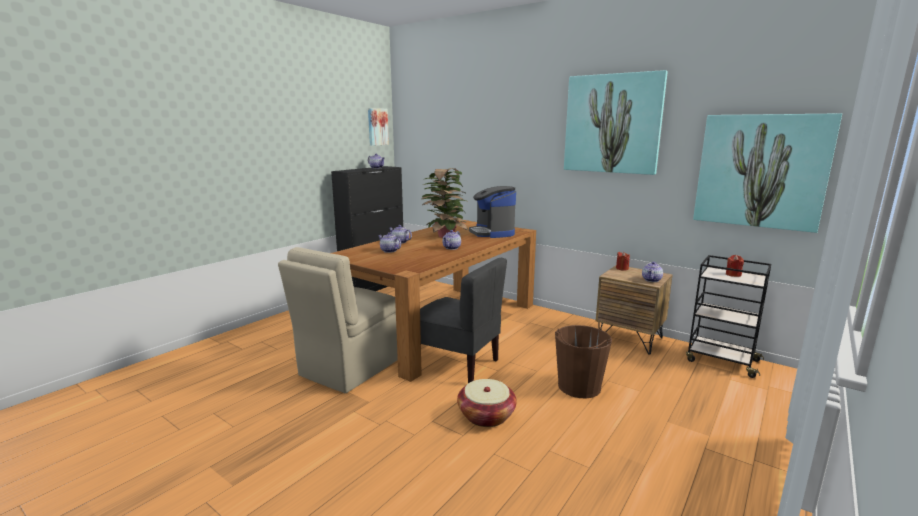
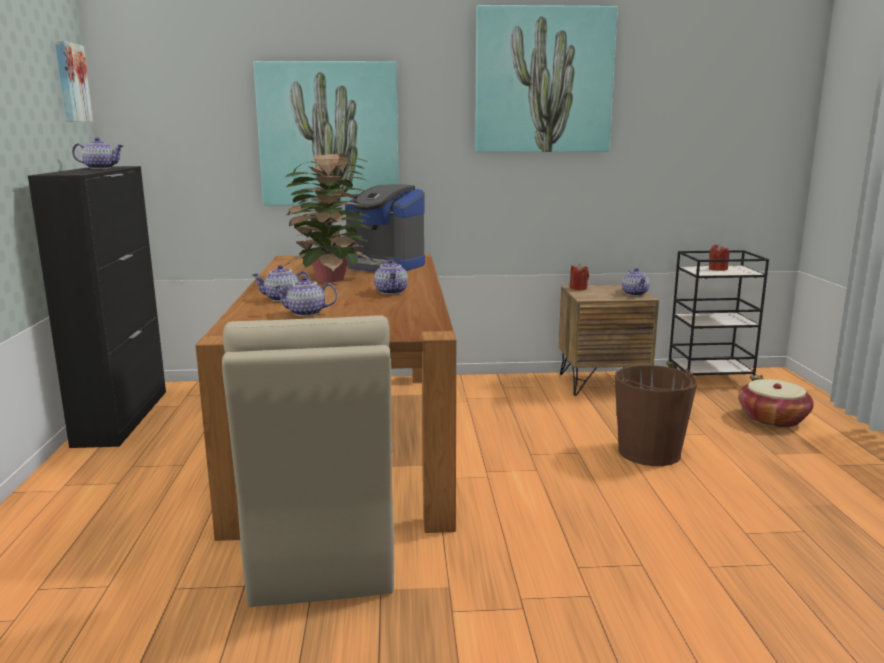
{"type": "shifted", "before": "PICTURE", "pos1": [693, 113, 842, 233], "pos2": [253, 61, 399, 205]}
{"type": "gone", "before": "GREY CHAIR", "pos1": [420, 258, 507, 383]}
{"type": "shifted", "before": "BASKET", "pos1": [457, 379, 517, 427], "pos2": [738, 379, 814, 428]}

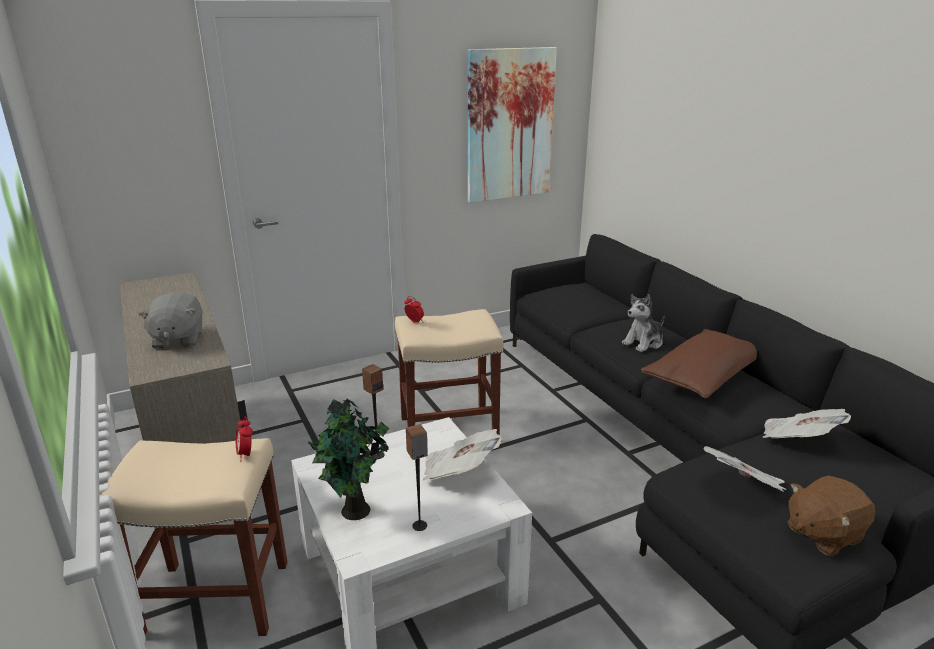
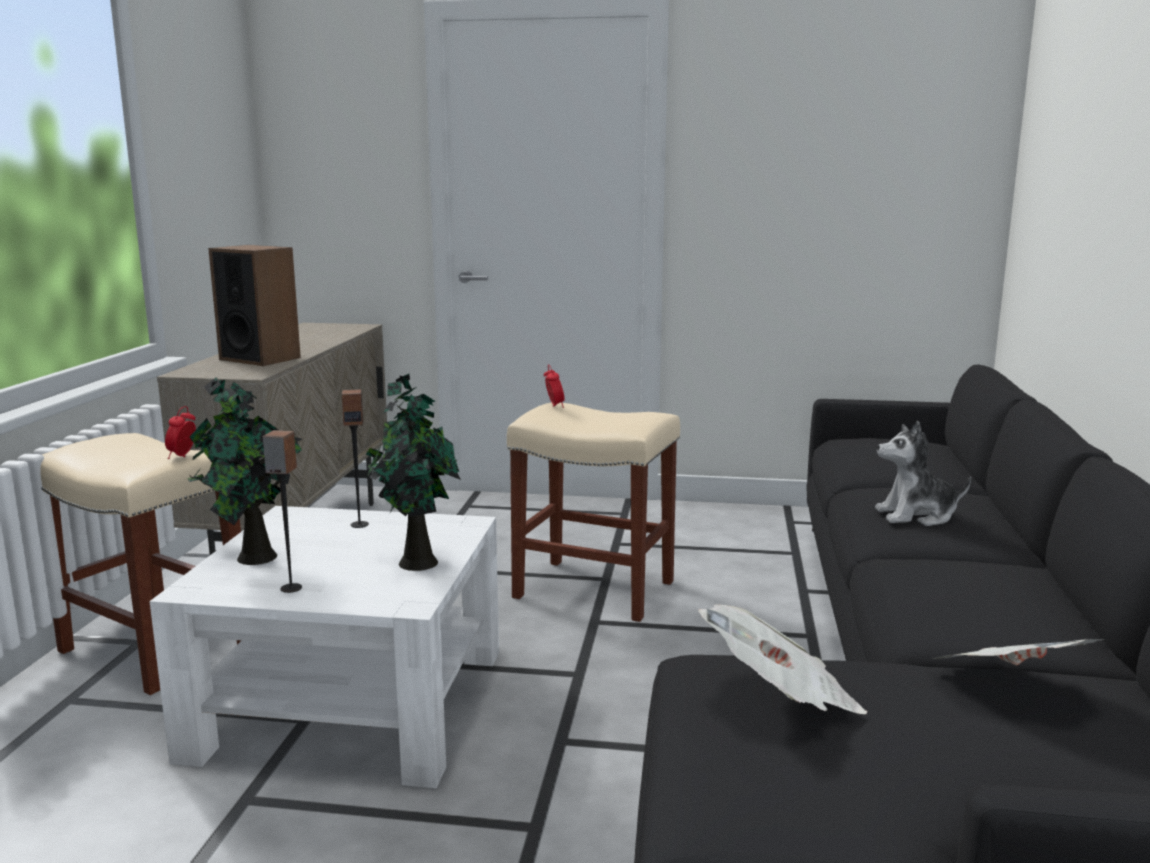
{"type": "gone", "before": "PICTURE", "pos1": [468, 47, 557, 203]}
{"type": "swapped", "before": "GREY PLUSH TOY", "after": "SPEAKER", "pos1": [138, 292, 202, 349], "pos2": [208, 245, 301, 366]}
{"type": "gone", "before": "BROWN PILLOW", "pos1": [641, 329, 757, 399]}
{"type": "swapped", "before": "NEWSPAPER", "after": "POTTED PLANT", "pos1": [423, 429, 502, 480], "pos2": [366, 374, 461, 571]}
{"type": "gone", "before": "BROWN PLUSH TOY", "pos1": [787, 475, 876, 556]}

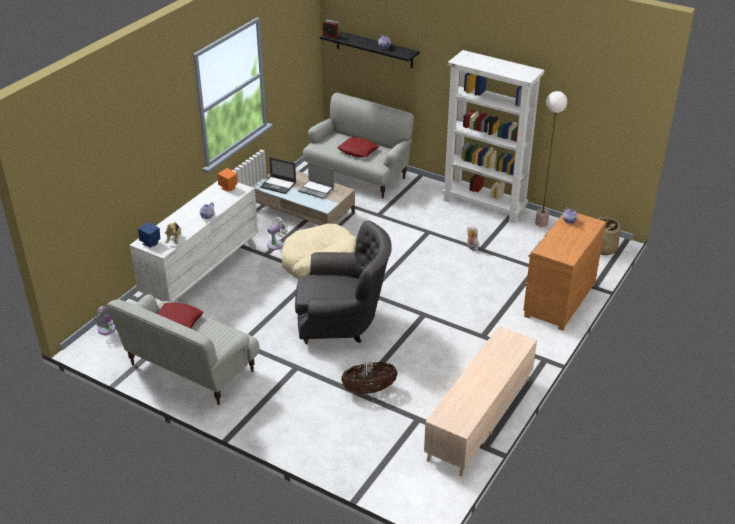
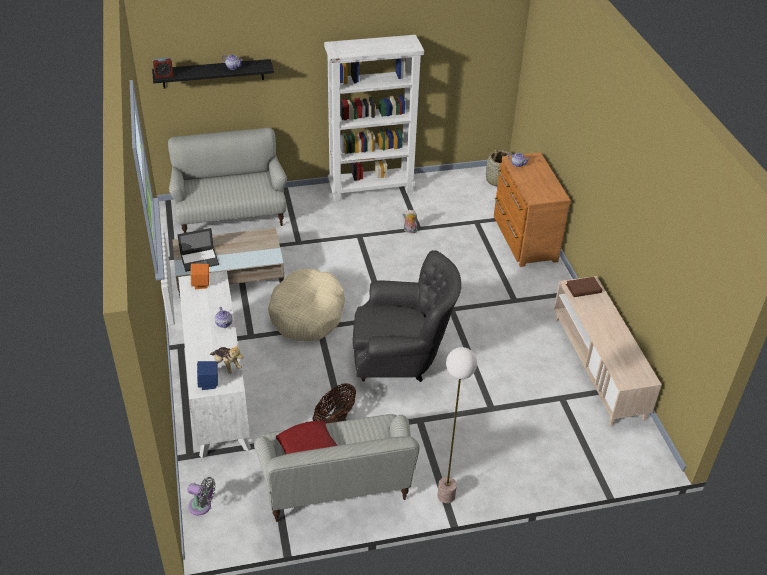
{"type": "shifted", "before": "FLOOR LAMP", "pos1": [535, 91, 567, 227], "pos2": [437, 347, 477, 503]}
{"type": "gone", "before": "RED PILLOW", "pos1": [337, 137, 379, 157]}
{"type": "gone", "before": "LAPTOP", "pos1": [298, 162, 334, 199]}
{"type": "gone", "before": "WHITE FAN", "pos1": [267, 217, 288, 250]}
{"type": "rotated", "before": "GREY ARMCHAIR", "pos1": [295, 221, 392, 344], "pos2": [353, 250, 461, 382], "turn": 45}
{"type": "shifted", "before": "BASKET", "pos1": [341, 362, 398, 394], "pos2": [312, 383, 356, 424]}
{"type": "new", "after": "BROWN BOOK", "pos2": [566, 277, 602, 297]}

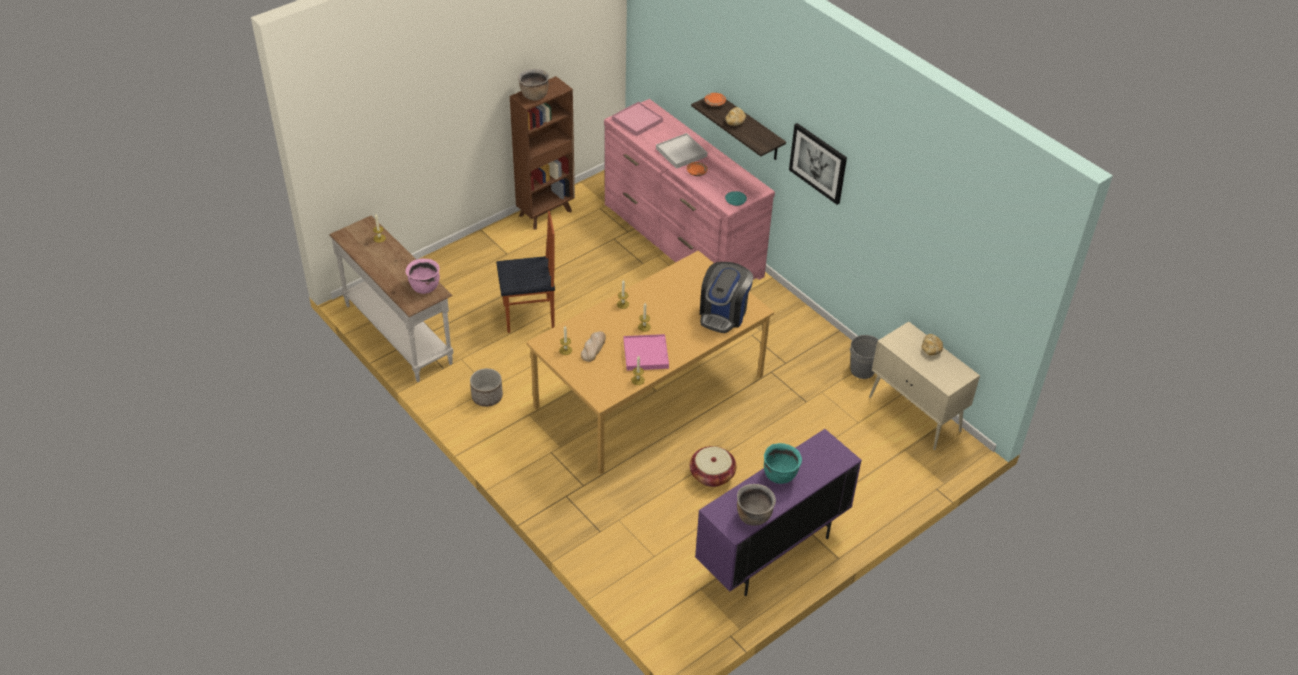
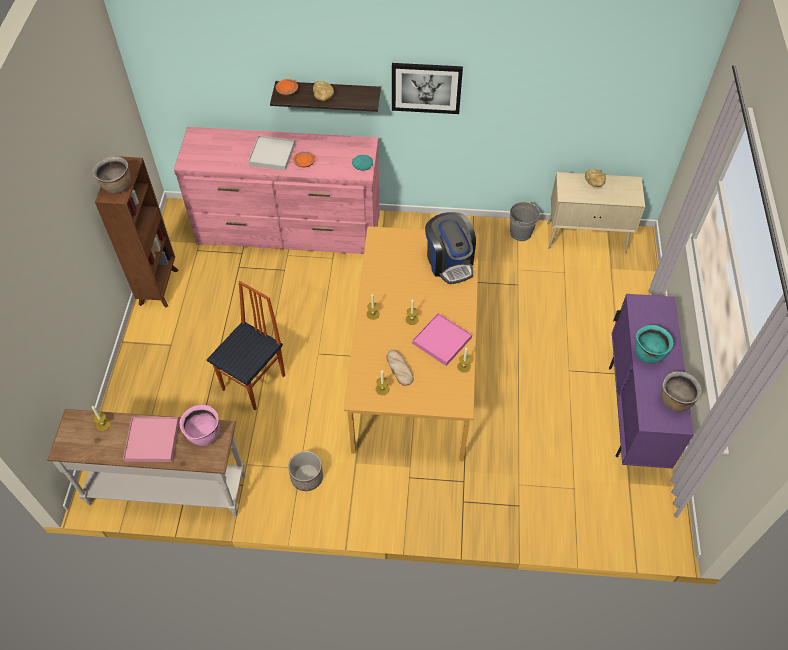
{"type": "shifted", "before": "PINK TRAY", "pos1": [612, 102, 663, 136], "pos2": [123, 417, 179, 462]}
{"type": "gone", "before": "BASKET", "pos1": [690, 446, 736, 487]}

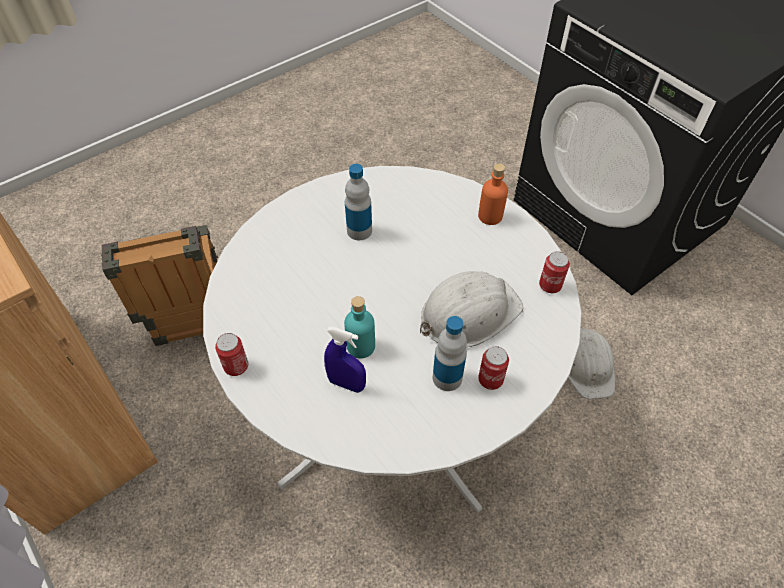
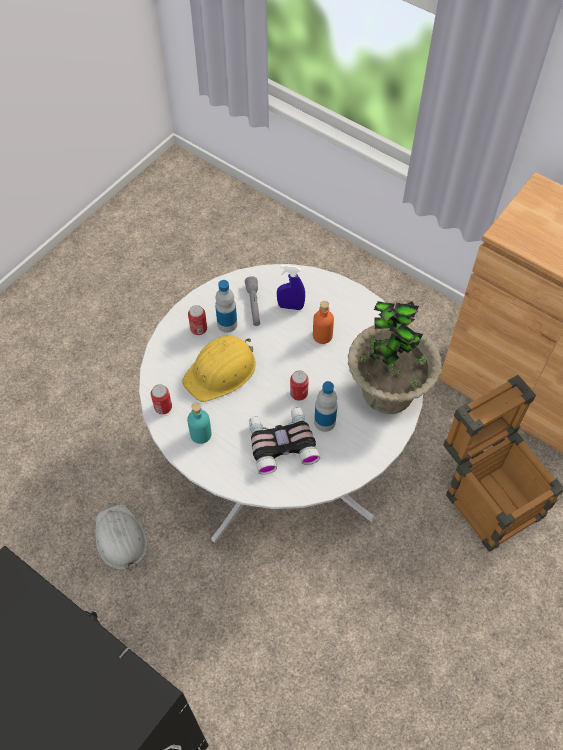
{"type": "shifted", "before": "ORANGE BOTTLE", "pos1": [478, 163, 508, 225], "pos2": [313, 301, 334, 344]}
{"type": "repainted", "before": "WHITE HARD HAT", "after": "YELLOW HARD HAT", "pos1": [420, 271, 523, 347], "pos2": [182, 336, 256, 402]}
{"type": "shifted", "before": "TURQUOISE BOTTLE", "pos1": [344, 296, 375, 359], "pos2": [187, 403, 212, 444]}
{"type": "shifted", "before": "CAN", "pos1": [215, 333, 248, 376], "pos2": [290, 371, 309, 401]}
{"type": "new", "after": "GREY FLASHLIGHT", "pos2": [245, 276, 260, 326]}
{"type": "new", "after": "POTTED PLANT", "pos2": [348, 301, 442, 414]}
{"type": "new", "after": "BINOCULARS", "pos2": [249, 407, 320, 475]}

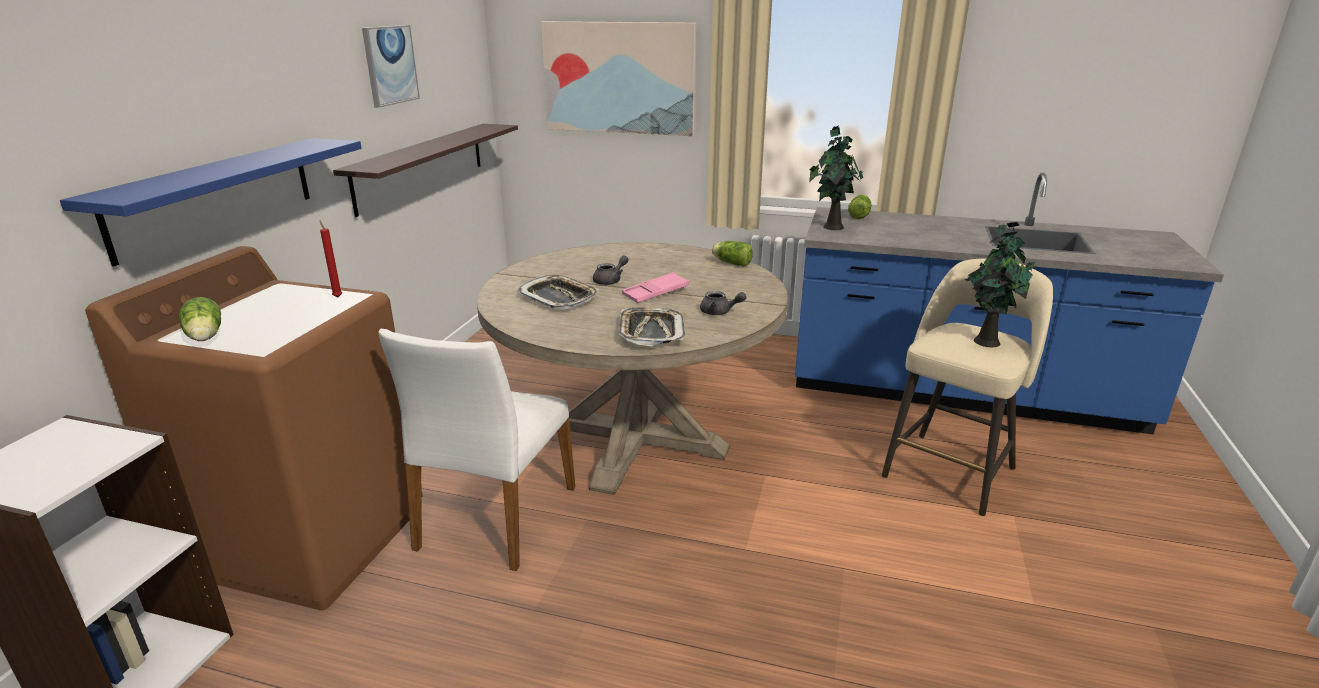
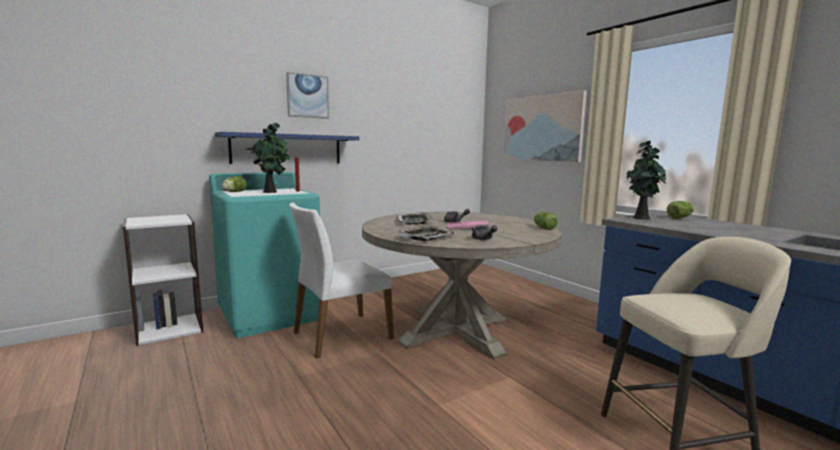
{"type": "shifted", "before": "PICTURE", "pos1": [362, 25, 420, 108], "pos2": [286, 72, 329, 119]}
{"type": "gone", "before": "SHELF", "pos1": [333, 124, 518, 217]}
{"type": "shifted", "before": "POTTED PLANT", "pos1": [965, 222, 1035, 347], "pos2": [246, 123, 290, 193]}
{"type": "repainted", "before": "BROWN WASHING MACHINE", "after": "TURQUOISE WASHING MACHINE", "pos1": [85, 246, 422, 610], "pos2": [209, 172, 320, 338]}

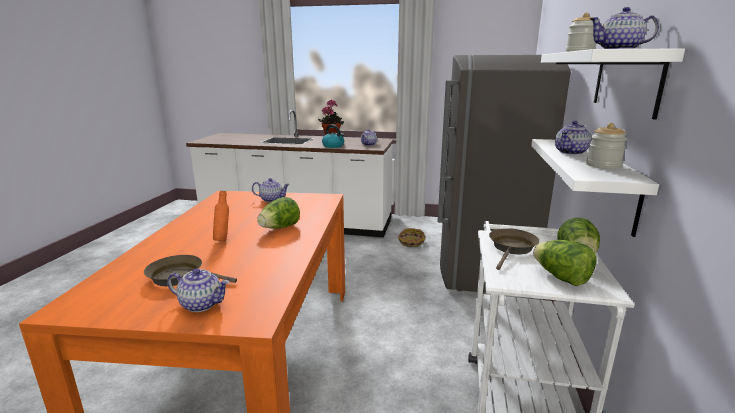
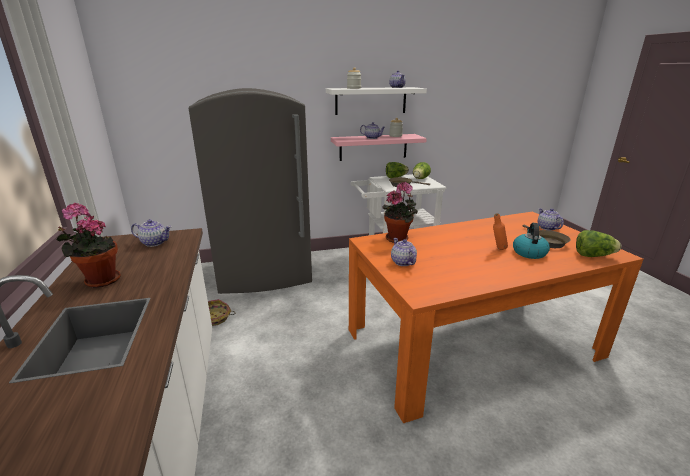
{"type": "shifted", "before": "KETTLE", "pos1": [322, 125, 344, 148], "pos2": [513, 223, 550, 259]}
{"type": "repainted", "before": "WHITE SHELF", "after": "PINK SHELF", "pos1": [531, 139, 659, 237], "pos2": [331, 134, 427, 161]}
{"type": "shifted", "before": "LETTUCE", "pos1": [257, 197, 300, 229], "pos2": [576, 230, 621, 257]}
{"type": "new", "after": "POTTED PLANT", "pos2": [382, 182, 418, 243]}

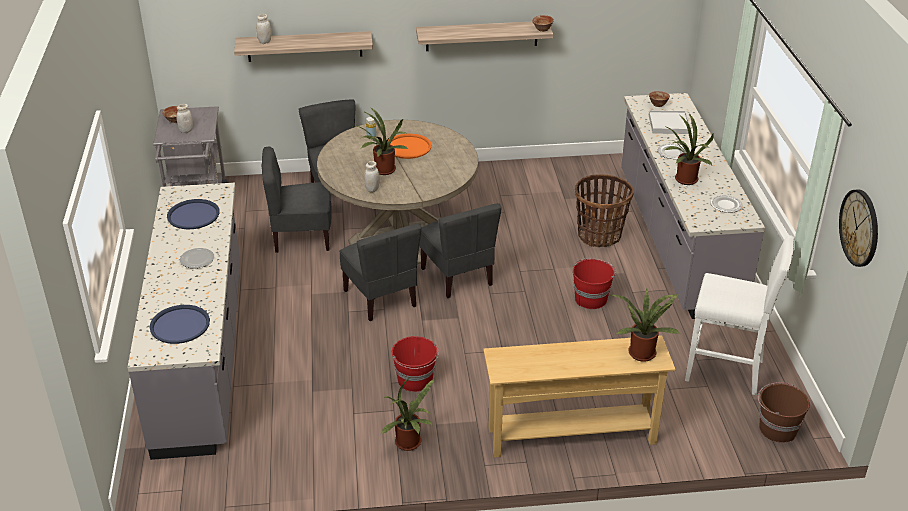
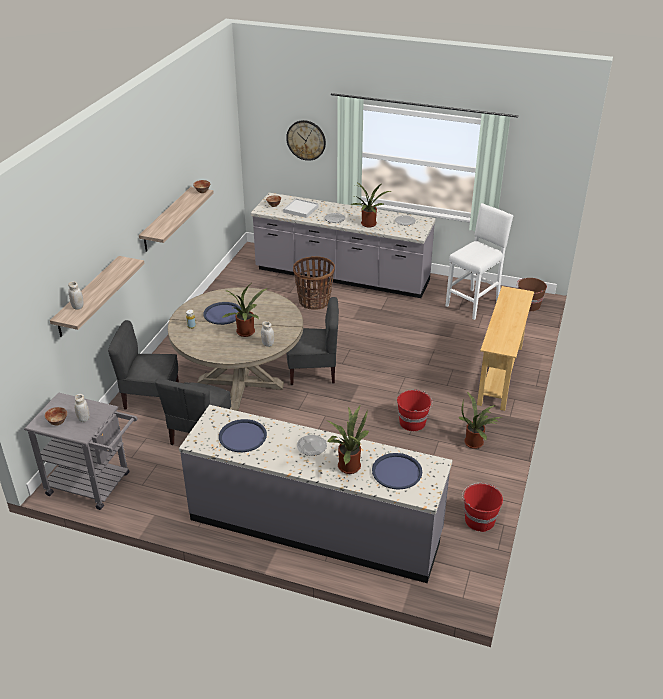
{"type": "repainted", "before": "ORANGE TRAY", "after": "BLUE TRAY", "pos1": [387, 134, 432, 159], "pos2": [203, 302, 241, 325]}
{"type": "shifted", "before": "WALL CLOCK", "pos1": [839, 190, 878, 267], "pos2": [286, 120, 326, 161]}
{"type": "gone", "before": "GREY CHAIR", "pos1": [339, 223, 422, 321]}
{"type": "shifted", "before": "RED BUCKET", "pos1": [573, 258, 616, 309], "pos2": [462, 483, 503, 532]}
{"type": "shifted", "before": "POTTED PLANT", "pos1": [611, 288, 680, 362], "pos2": [327, 406, 369, 474]}

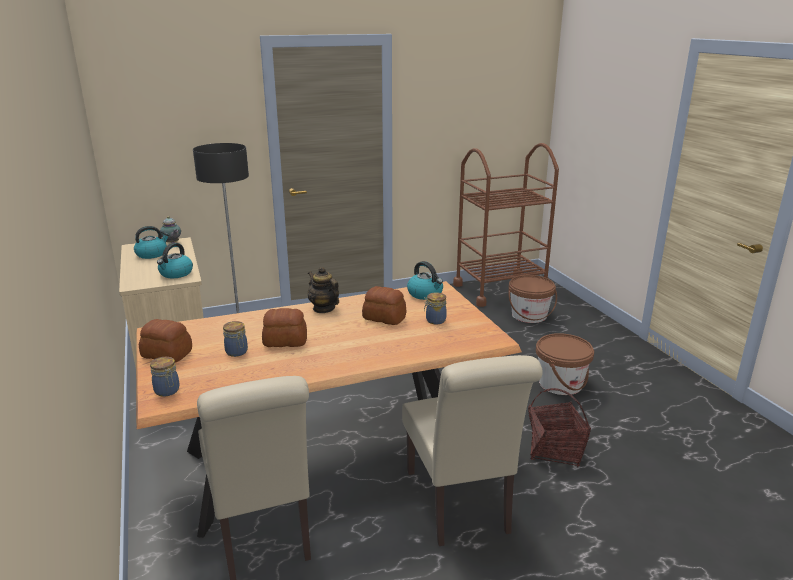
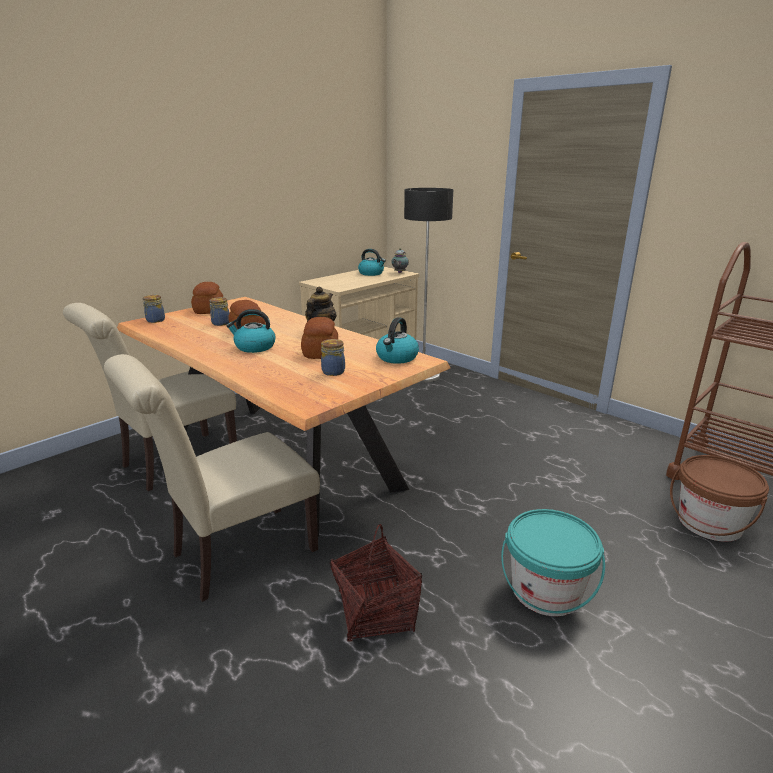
{"type": "shifted", "before": "KETTLE", "pos1": [157, 243, 193, 278], "pos2": [226, 309, 276, 353]}
{"type": "repainted", "before": "BROWN BUCKET", "after": "TURQUOISE BUCKET", "pos1": [536, 333, 594, 395], "pos2": [501, 509, 605, 616]}

